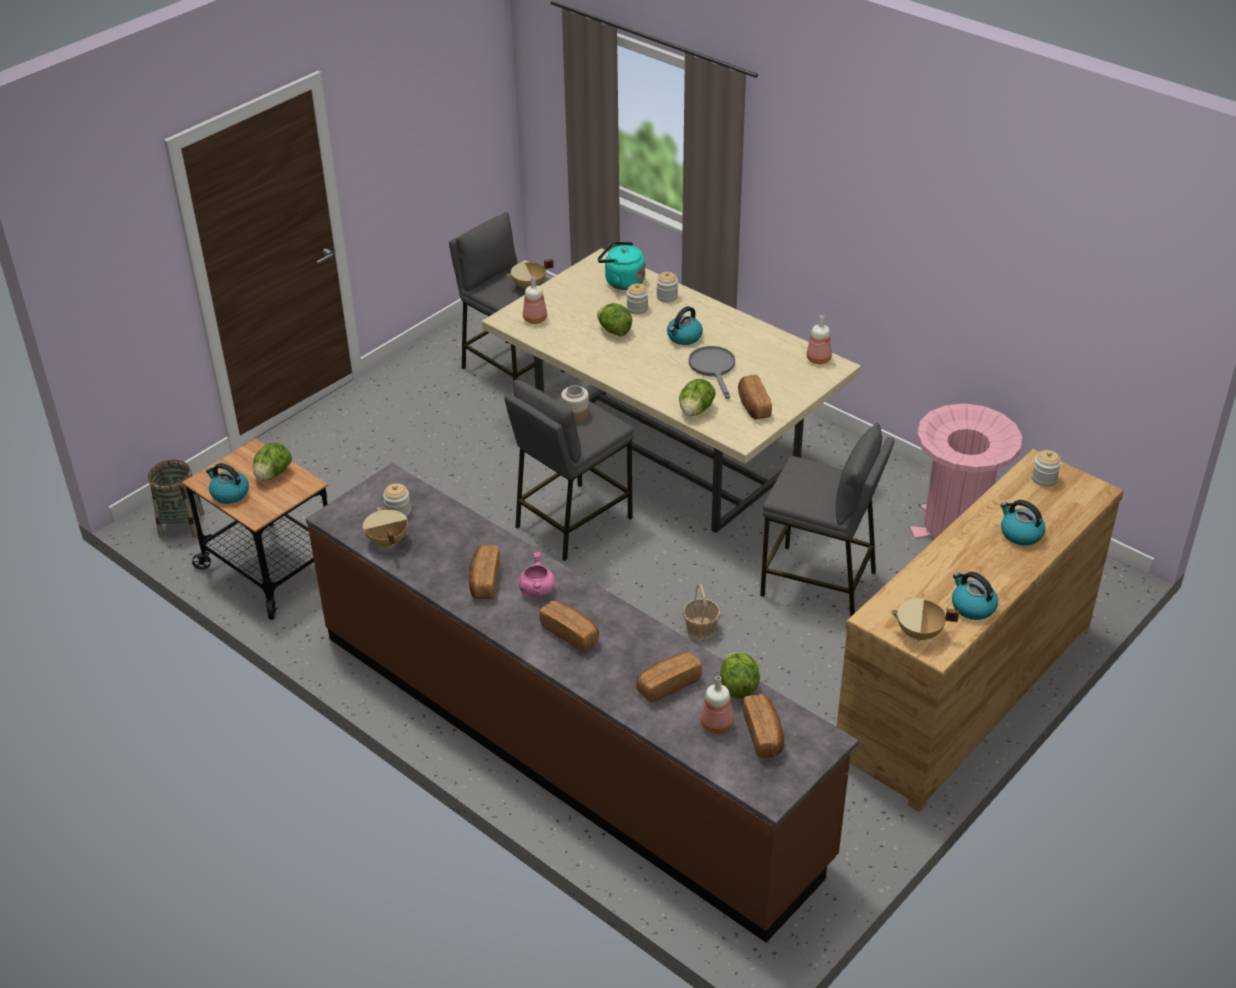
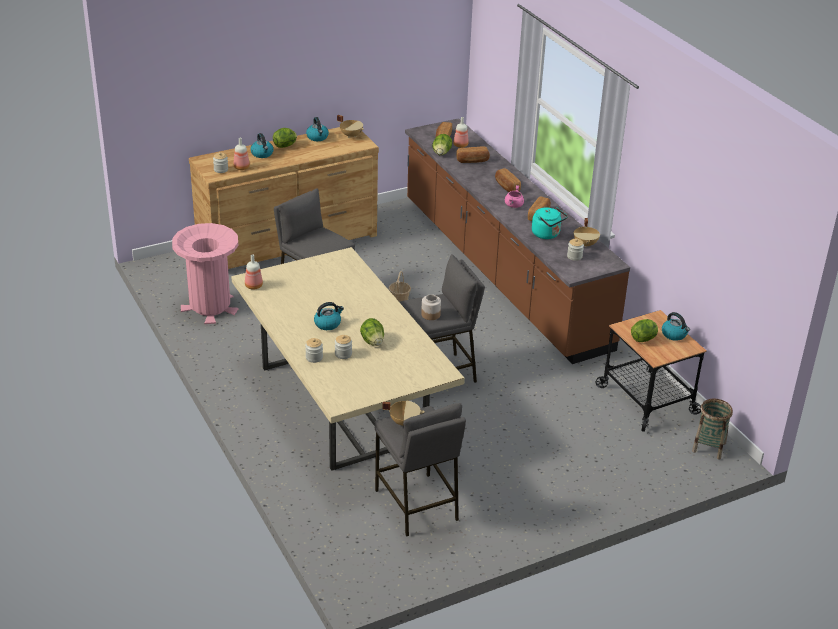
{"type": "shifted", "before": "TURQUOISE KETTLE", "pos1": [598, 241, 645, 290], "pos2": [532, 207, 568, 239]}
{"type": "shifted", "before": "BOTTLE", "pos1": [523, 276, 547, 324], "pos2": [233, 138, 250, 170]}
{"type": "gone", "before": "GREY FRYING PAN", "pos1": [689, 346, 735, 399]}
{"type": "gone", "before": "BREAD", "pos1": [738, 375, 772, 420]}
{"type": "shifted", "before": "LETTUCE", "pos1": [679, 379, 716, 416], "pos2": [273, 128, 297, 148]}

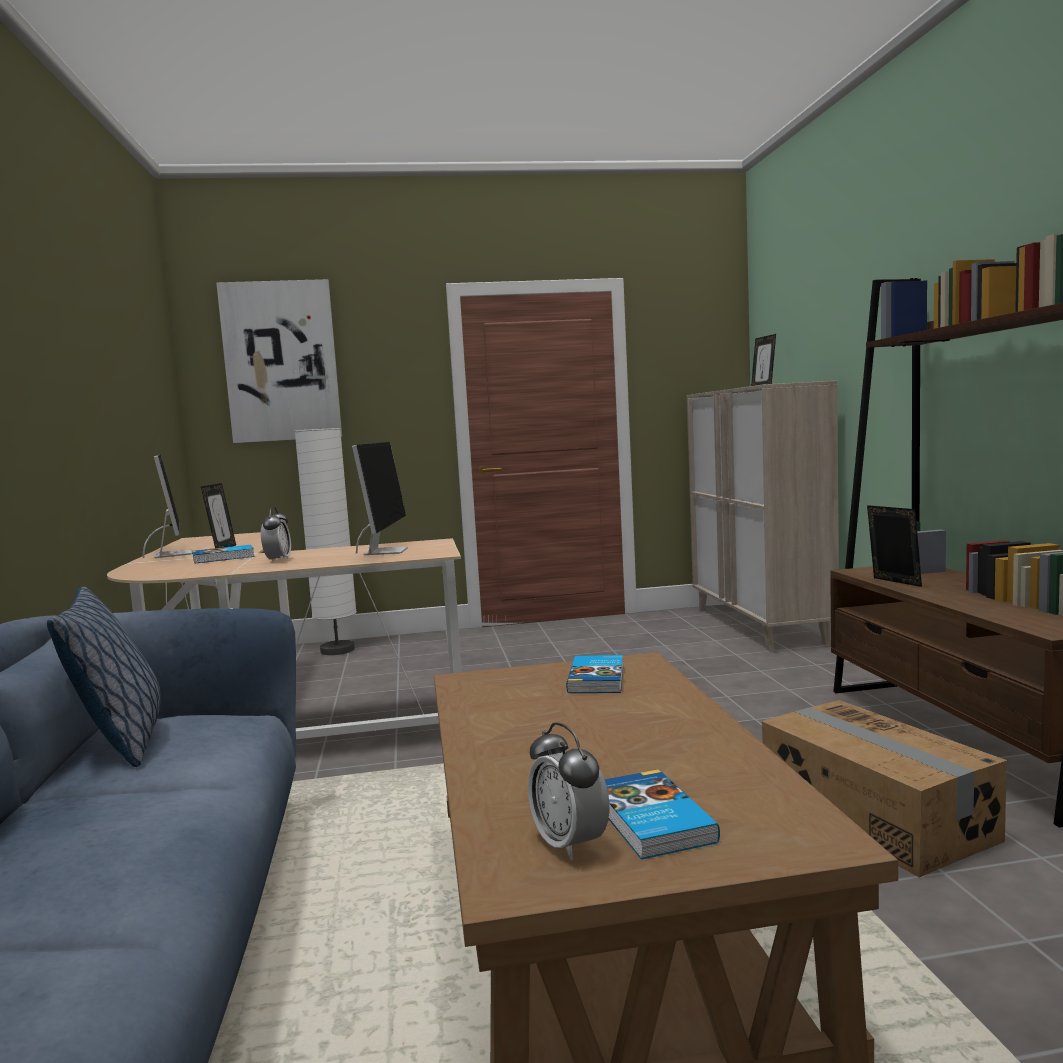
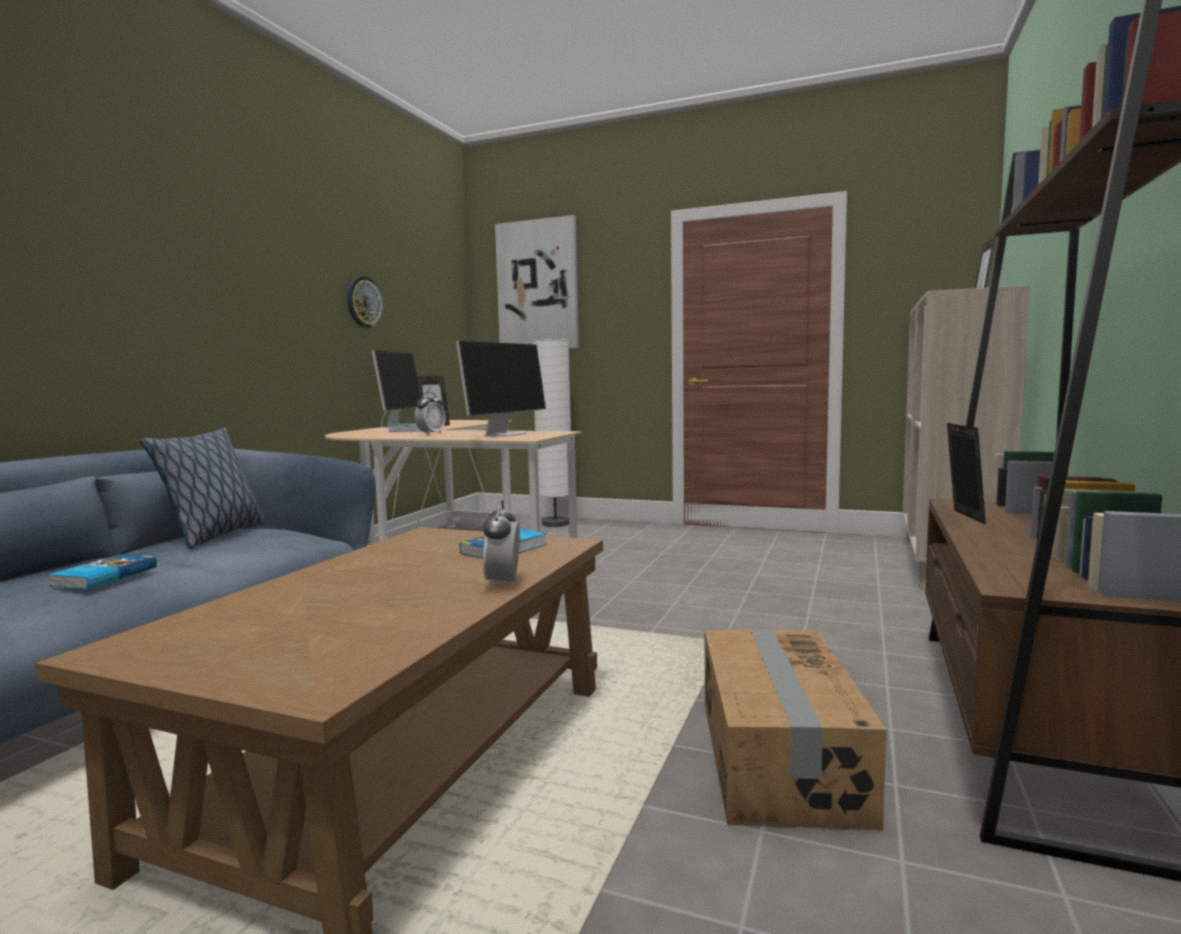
{"type": "shifted", "before": "ALARM CLOCK", "pos1": [528, 722, 610, 860], "pos2": [483, 500, 520, 589]}
{"type": "shifted", "before": "BOOK", "pos1": [604, 769, 720, 860], "pos2": [47, 554, 157, 589]}
{"type": "new", "after": "WALL CLOCK", "pos2": [347, 276, 384, 328]}

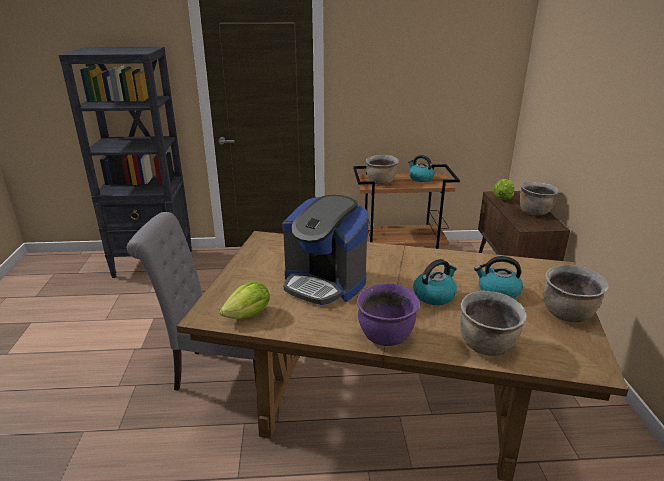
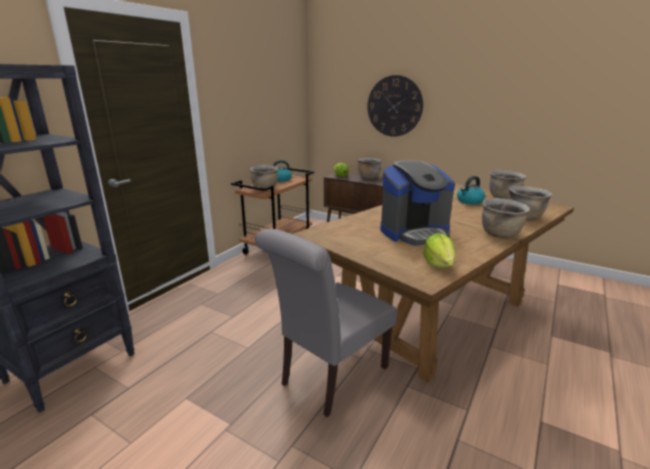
{"type": "gone", "before": "KETTLE", "pos1": [413, 259, 457, 305]}
{"type": "repainted", "before": "PURPLE COOKING POT", "after": "BROWN COOKING POT", "pos1": [357, 284, 420, 346], "pos2": [482, 198, 530, 238]}
{"type": "new", "after": "WALL CLOCK", "pos2": [367, 75, 423, 137]}

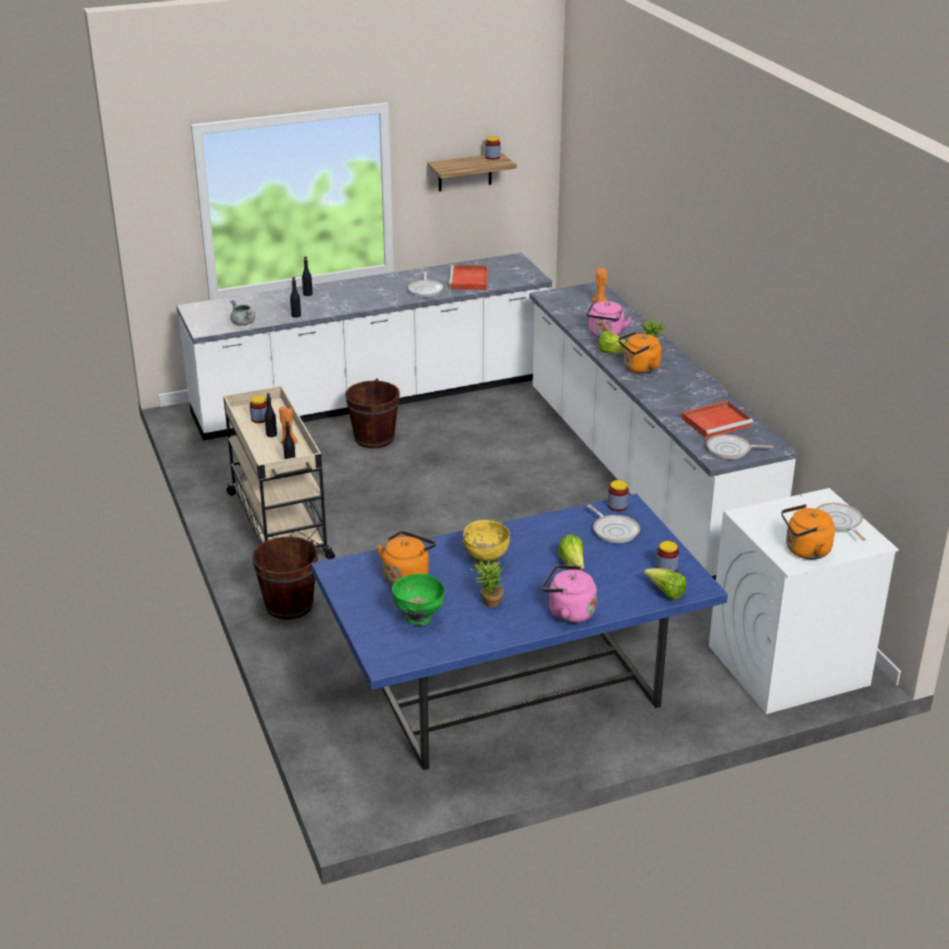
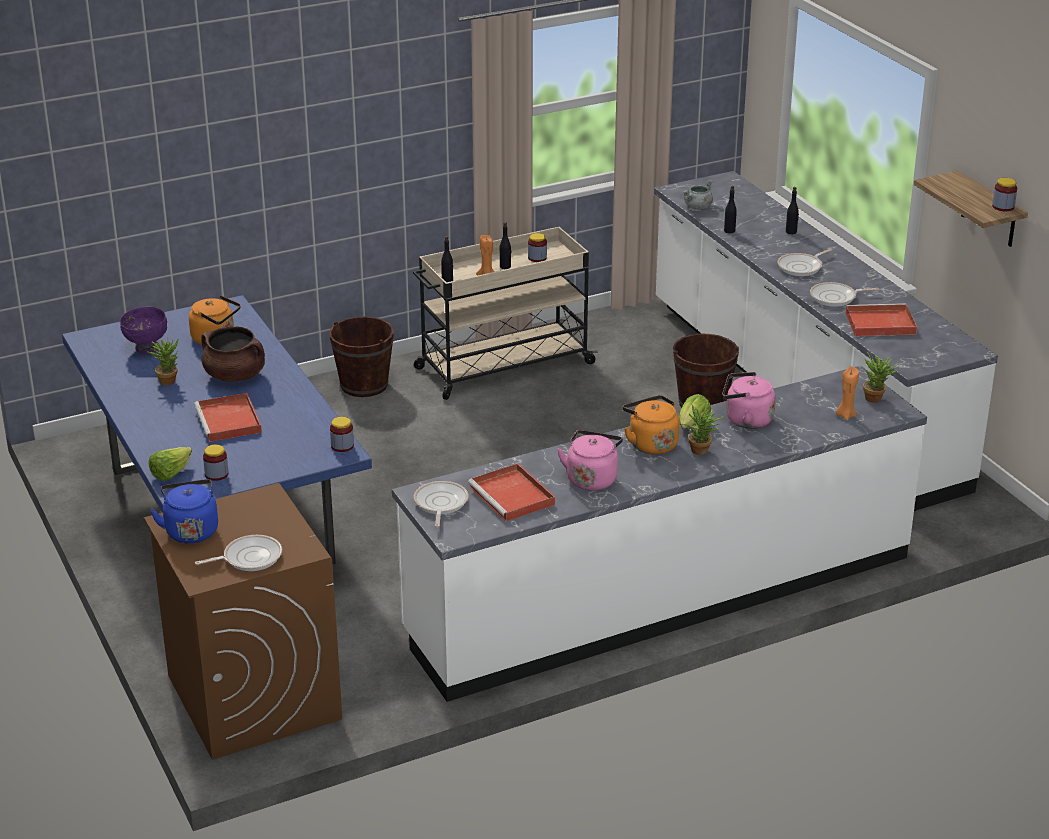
{"type": "repainted", "before": "WHITE WASHING MACHINE", "after": "BROWN WASHING MACHINE", "pos1": [709, 488, 899, 714], "pos2": [144, 483, 342, 760]}
{"type": "shifted", "before": "FRYING PAN", "pos1": [587, 504, 640, 543], "pos2": [778, 249, 833, 276]}
{"type": "repainted", "before": "ORANGE KETTLE", "after": "BLUE KETTLE", "pos1": [781, 504, 835, 559], "pos2": [150, 479, 218, 544]}
{"type": "swapped", "before": "YELLOW BOWL", "after": "BROWN COOKING POT", "pos1": [463, 520, 510, 569], "pos2": [201, 327, 265, 382]}
{"type": "swapped", "before": "LETTUCE", "after": "RED TRAY", "pos1": [558, 534, 584, 569], "pos2": [194, 393, 262, 442]}
{"type": "shifted", "before": "PINK KETTLE", "pos1": [542, 565, 597, 623], "pos2": [557, 430, 623, 491]}
{"type": "repainted", "before": "GREEN BOWL", "after": "PURPLE BOWL", "pos1": [392, 574, 445, 626], "pos2": [120, 307, 167, 354]}
{"type": "new", "after": "POTTED PLANT", "pos2": [863, 352, 900, 403]}

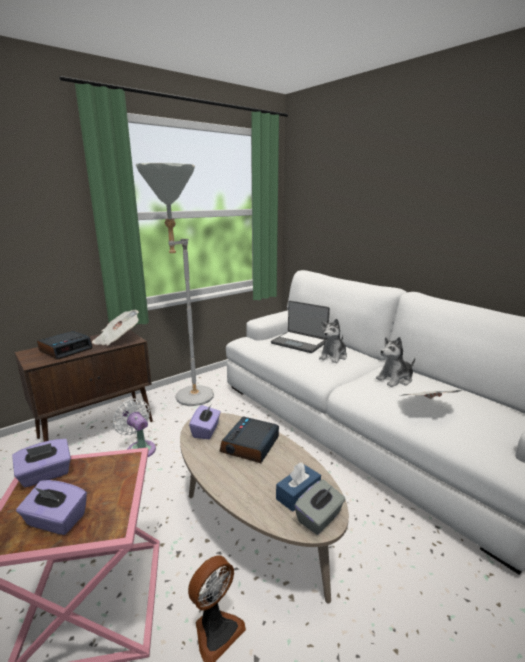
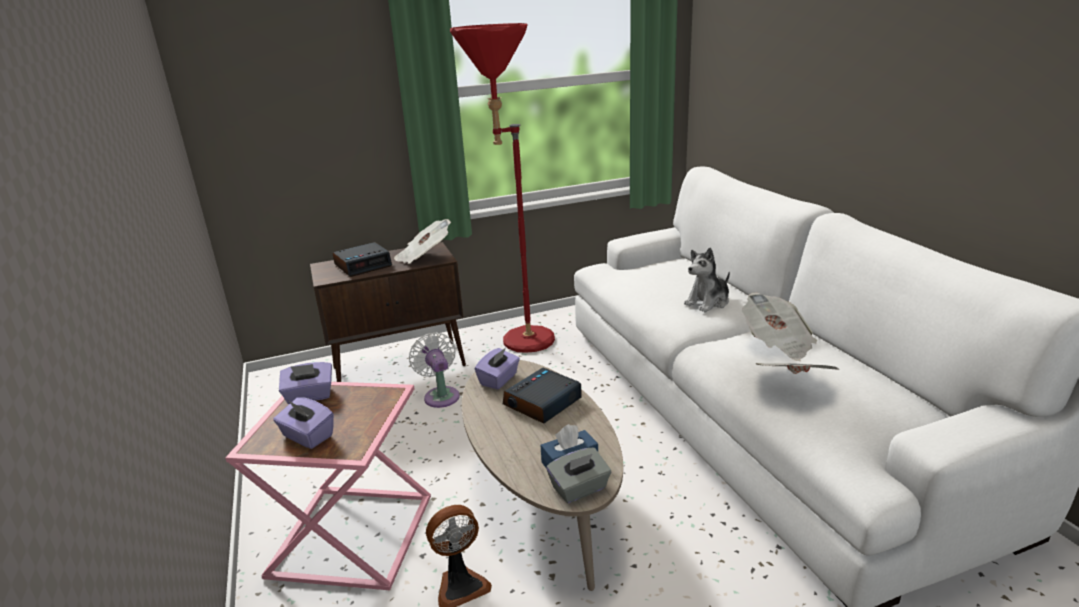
{"type": "repainted", "before": "GREY FLOOR LAMP", "after": "RED FLOOR LAMP", "pos1": [136, 163, 214, 406], "pos2": [450, 23, 555, 353]}
{"type": "gone", "before": "LAPTOP", "pos1": [271, 301, 330, 353]}
{"type": "swapped", "before": "PLUSH TOY", "after": "NEWSPAPER", "pos1": [376, 337, 415, 387], "pos2": [742, 292, 817, 361]}

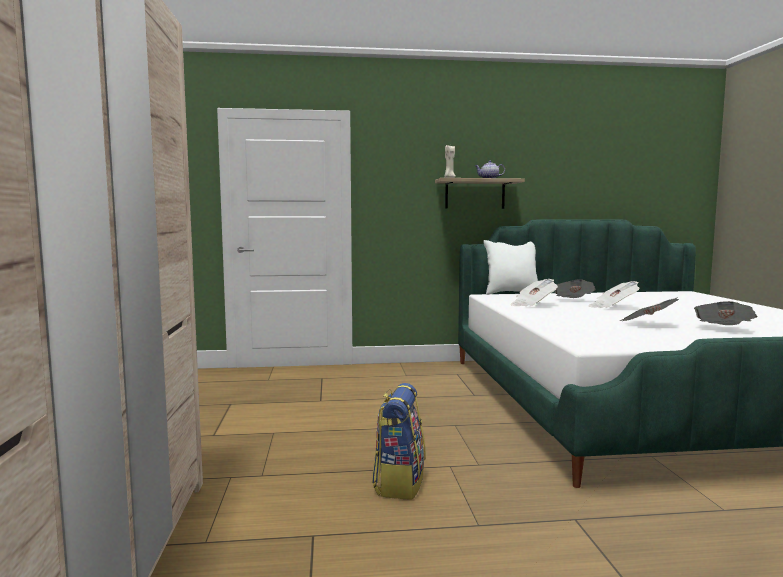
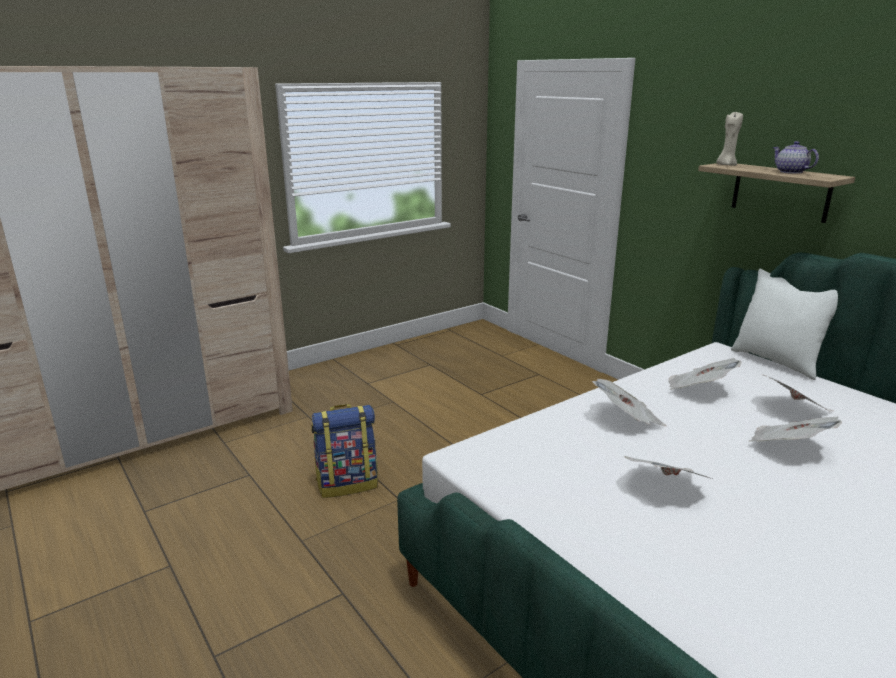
{"type": "shifted", "before": "NEWSPAPER", "pos1": [694, 301, 757, 325], "pos2": [592, 379, 667, 426]}

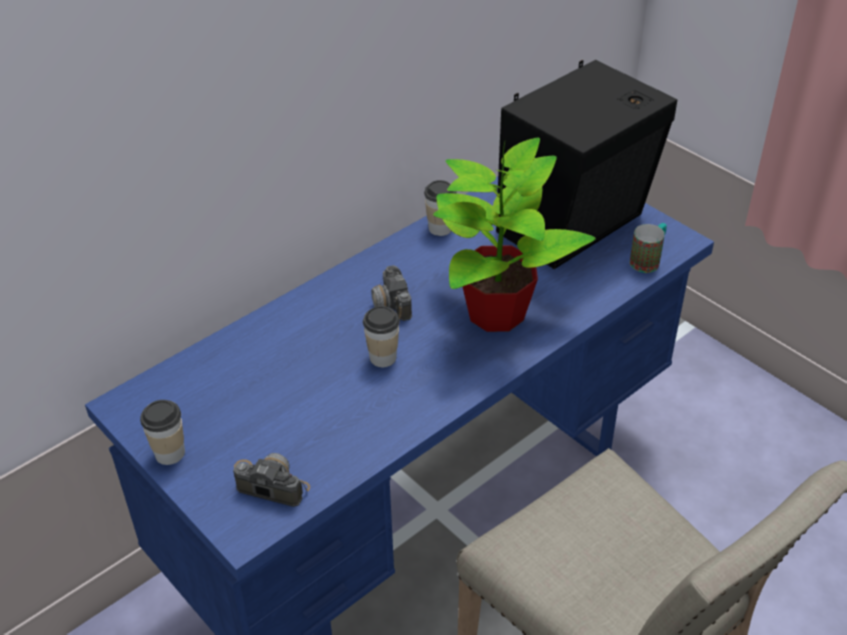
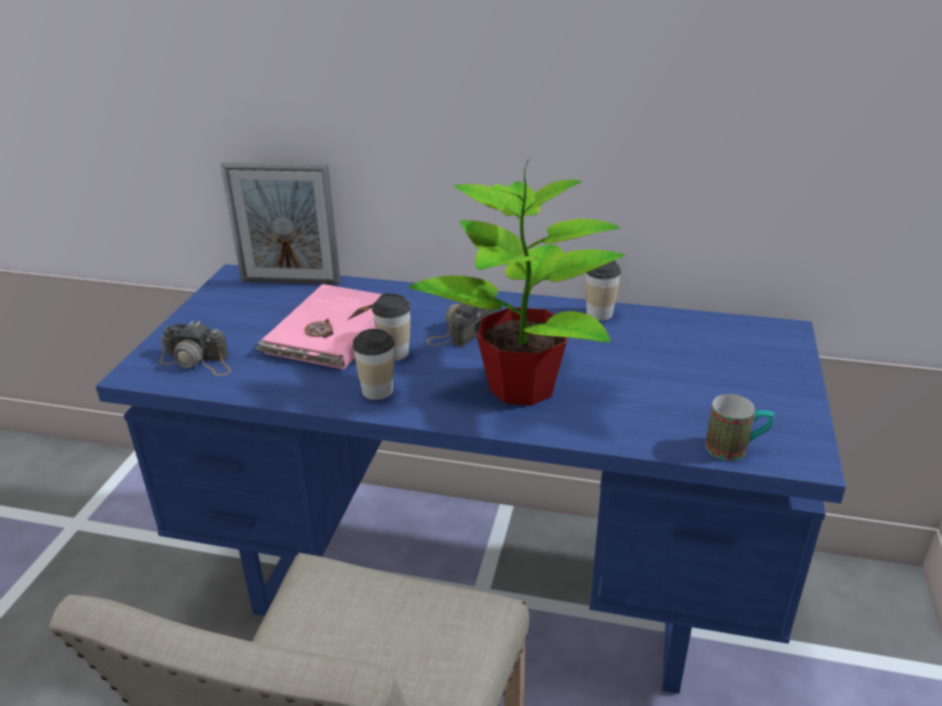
{"type": "gone", "before": "BLACK SPEAKER", "pos1": [496, 60, 677, 269]}
{"type": "shifted", "before": "CUP", "pos1": [140, 400, 185, 465], "pos2": [353, 329, 394, 400]}
{"type": "rotated", "before": "PHOTO CAMERA", "pos1": [233, 453, 310, 507], "pos2": [159, 320, 231, 376], "turn": 120}
{"type": "new", "after": "PICTURE FRAME", "pos2": [220, 162, 341, 285]}
{"type": "new", "after": "PINK BOOK", "pos2": [255, 284, 382, 370]}

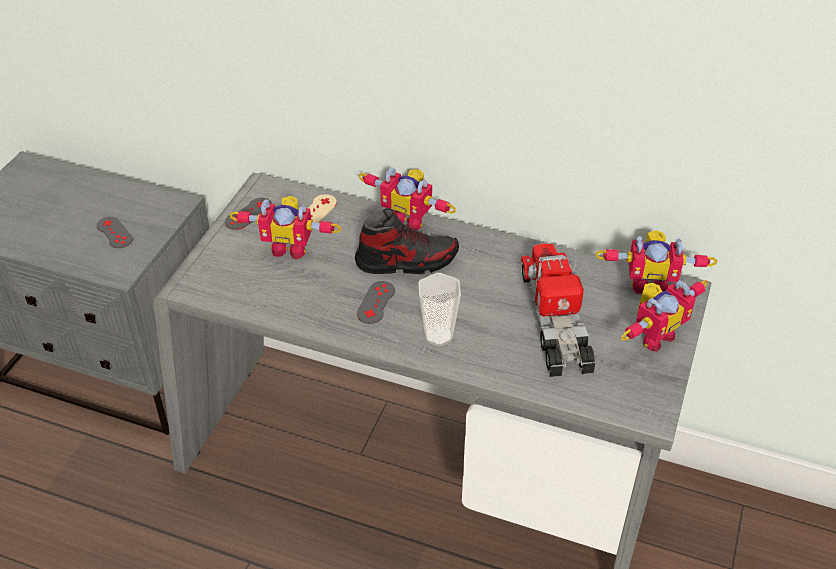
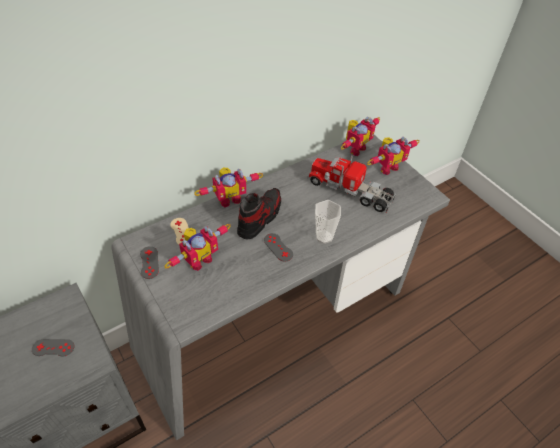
{"type": "rotated", "before": "TOY ROBOT", "pos1": [621, 280, 708, 352], "pos2": [367, 137, 420, 175], "turn": 60}

